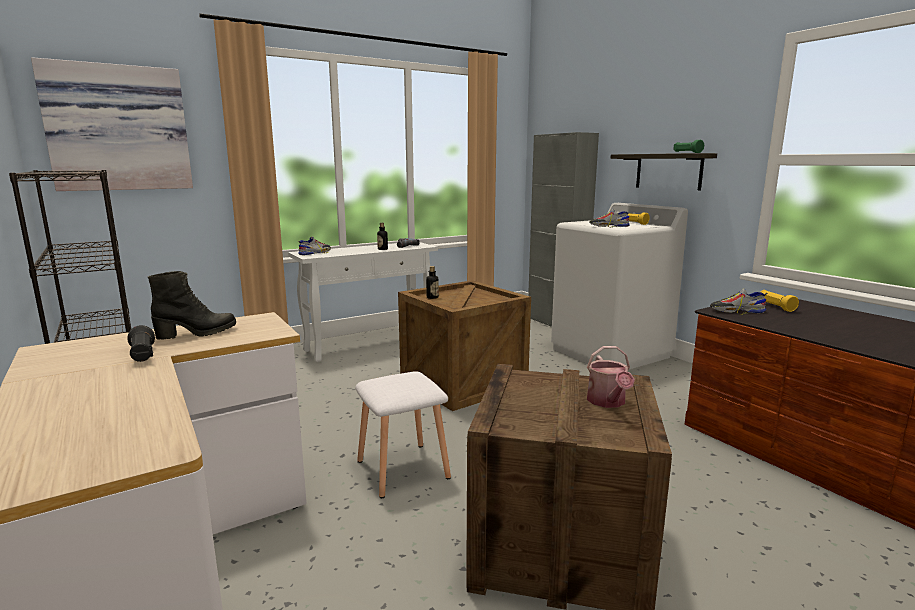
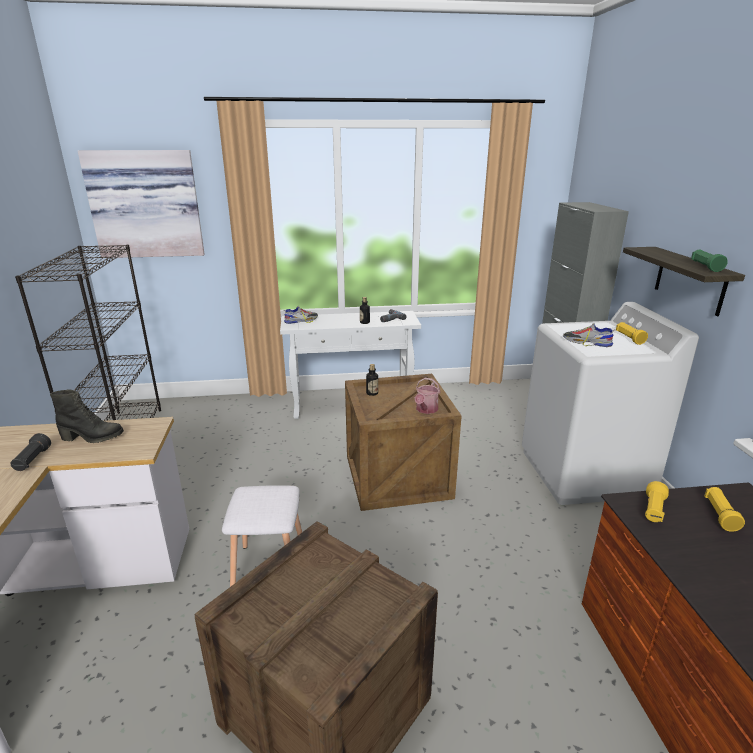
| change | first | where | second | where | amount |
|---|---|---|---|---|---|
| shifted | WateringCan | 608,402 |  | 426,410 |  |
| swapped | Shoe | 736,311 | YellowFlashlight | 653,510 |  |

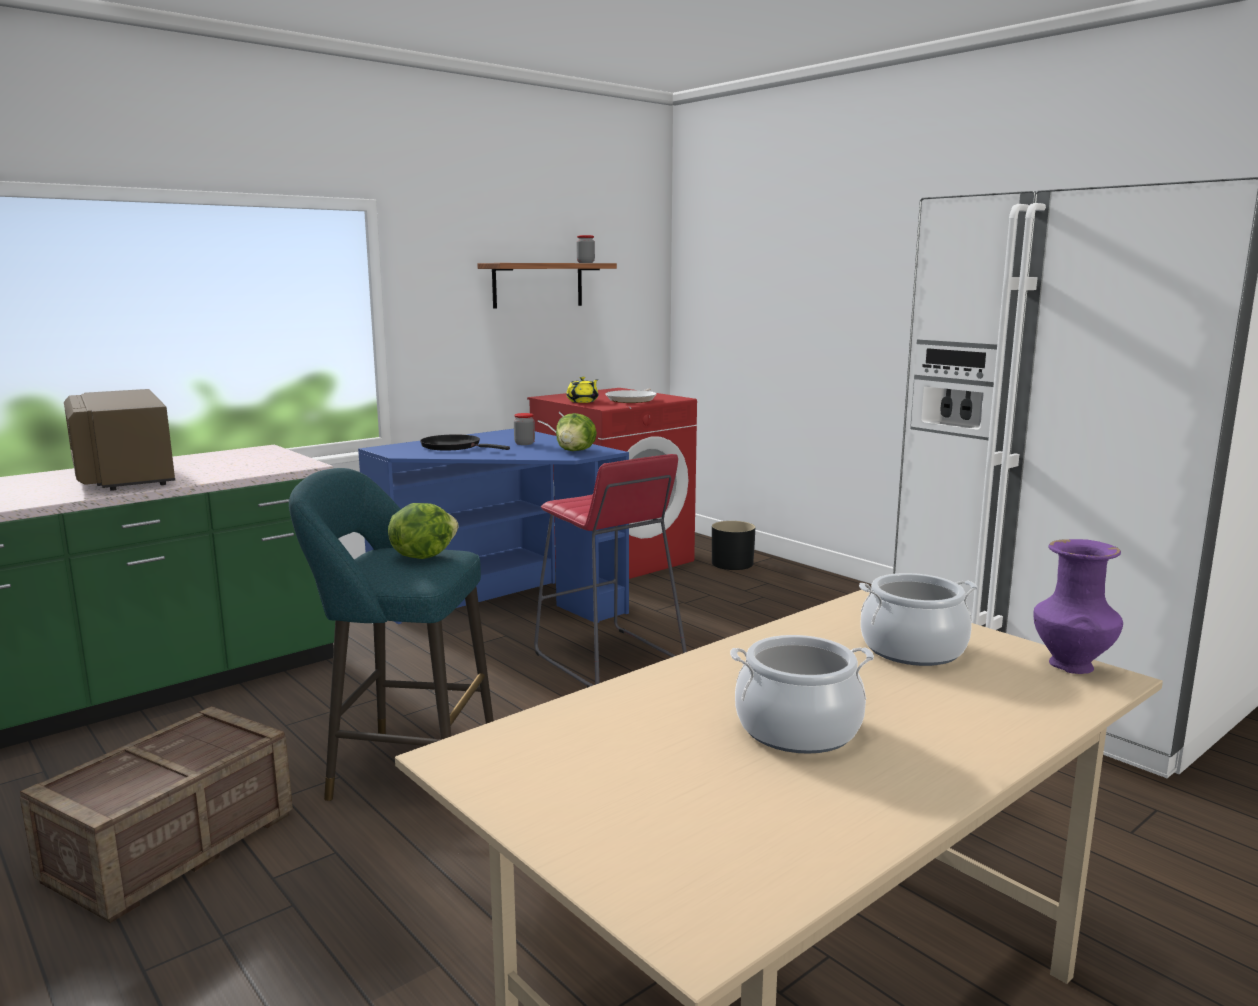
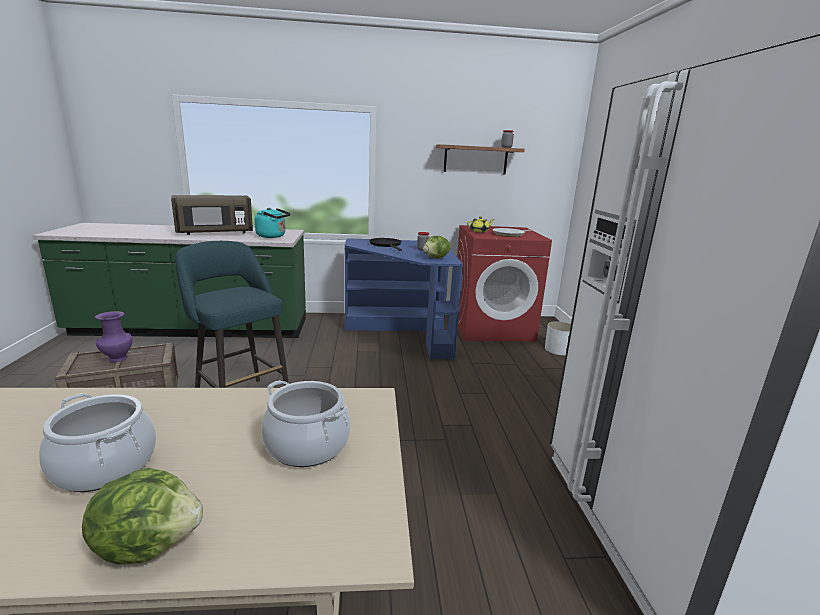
| change | first | where | second | where | amount |
|---|---|---|---|---|---|
| rotated | BrownMicrowave | 123,476 |  | 214,233 | 120 degrees counterclockwise |
| shifted | Lettuce | 422,556 |  | 149,543 |  |
| gone | RedStool | 608,659 |  |  |  |
| repainted | BlackPlanter | 732,564 | WhitePlanter | 558,350 |  |
| shifted | PurpleVase | 1072,667 |  | 117,359 |  |
| new |  |  | TurquoiseKettle | 273,236 |  |

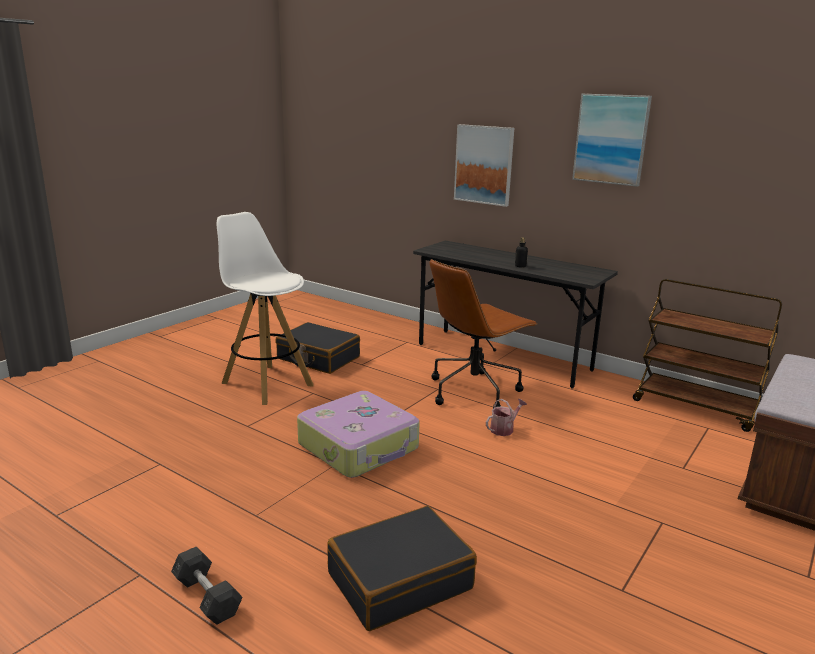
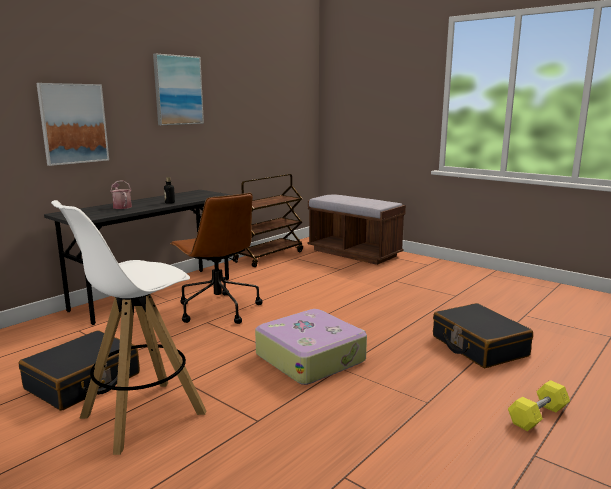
| change | first | where | second | where | amount |
|---|---|---|---|---|---|
| repainted | GreyDumbbell | 207,597 | YellowDumbbell | 537,416 |  |
| shifted | WateringCan | 504,429 |  | 121,206 |  |

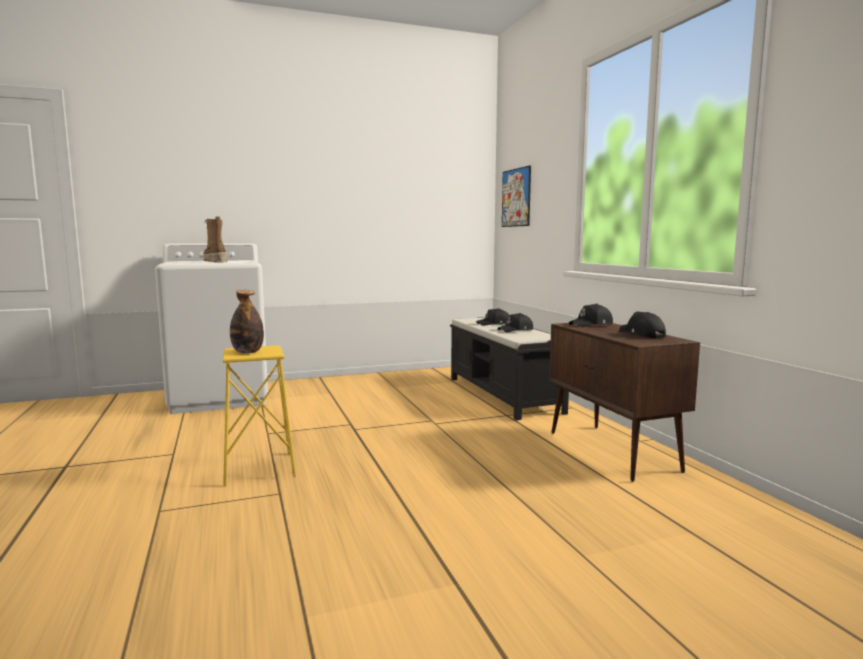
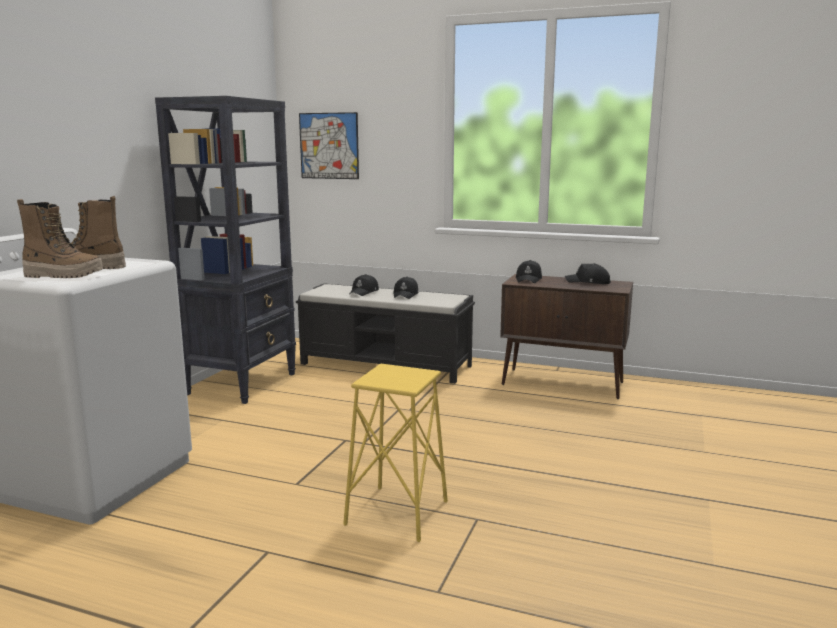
| change | first | where | second | where | amount |
|---|---|---|---|---|---|
| gone | Bottle | 247,352 |  |  |  |
| new |  |  | Boot | 64,276 |  |
| new |  |  | BlackBookcase | 242,383 |  |

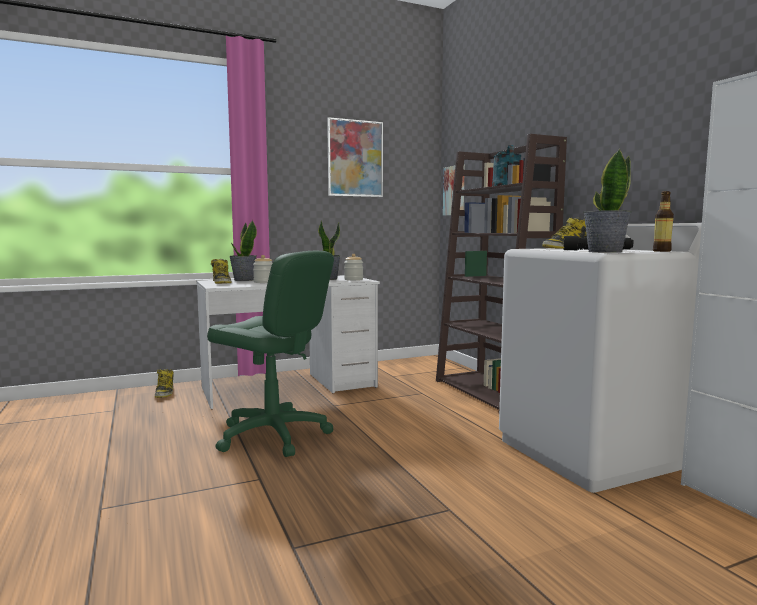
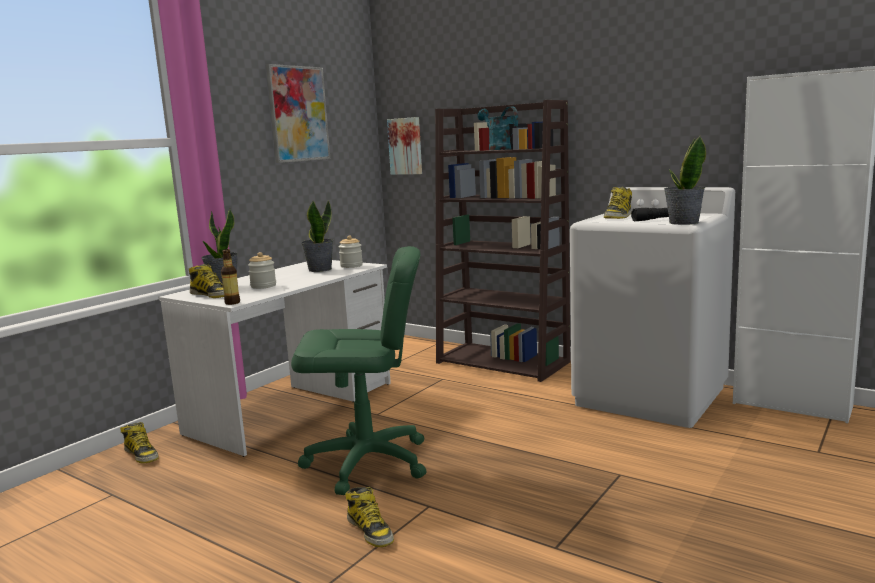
| change | first | where | second | where | amount |
|---|---|---|---|---|---|
| shifted | Bottle | 661,251 |  | 232,303 |  |
| new |  |  | Boot | 370,530 |  |

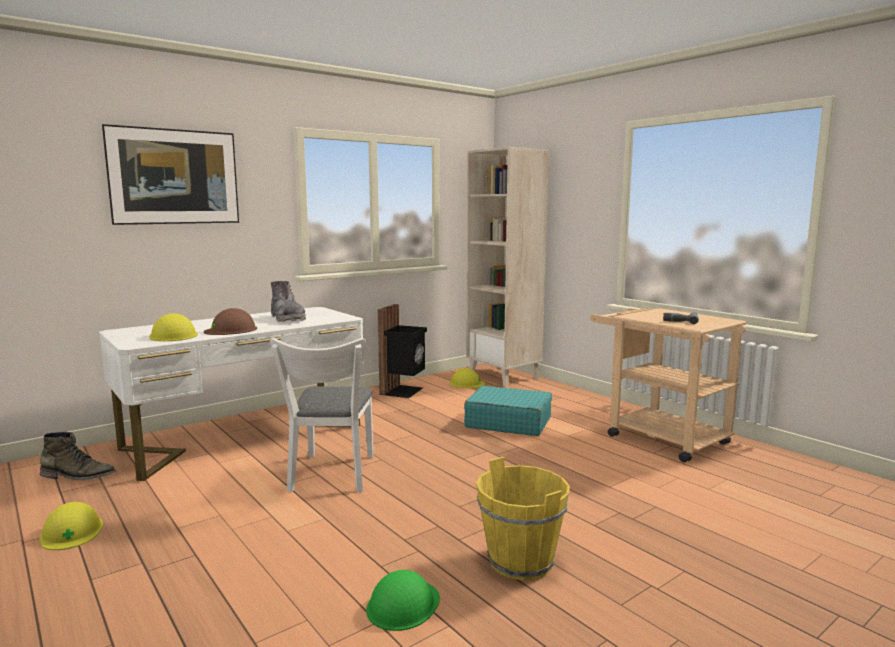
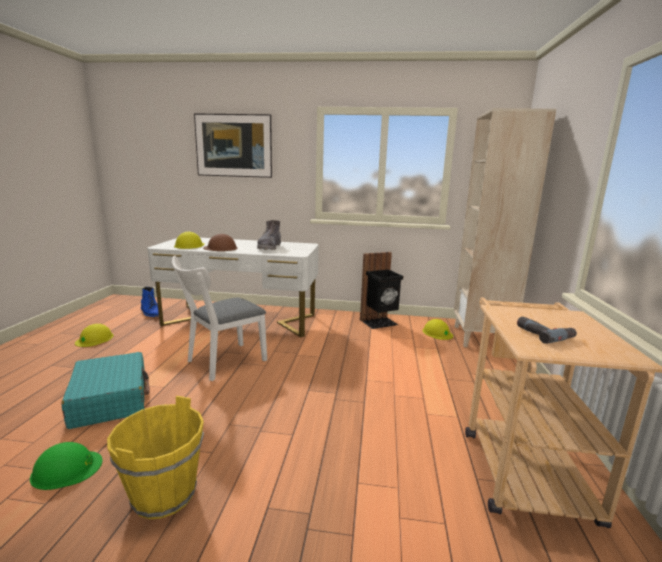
| change | first | where | second | where | amount |
|---|---|---|---|---|---|
| repainted | GreenBoot | 78,476 | BlueBoot | 151,313 |  |
| shifted | TurquoiseSuitcase | 508,422 |  | 110,399 |  |

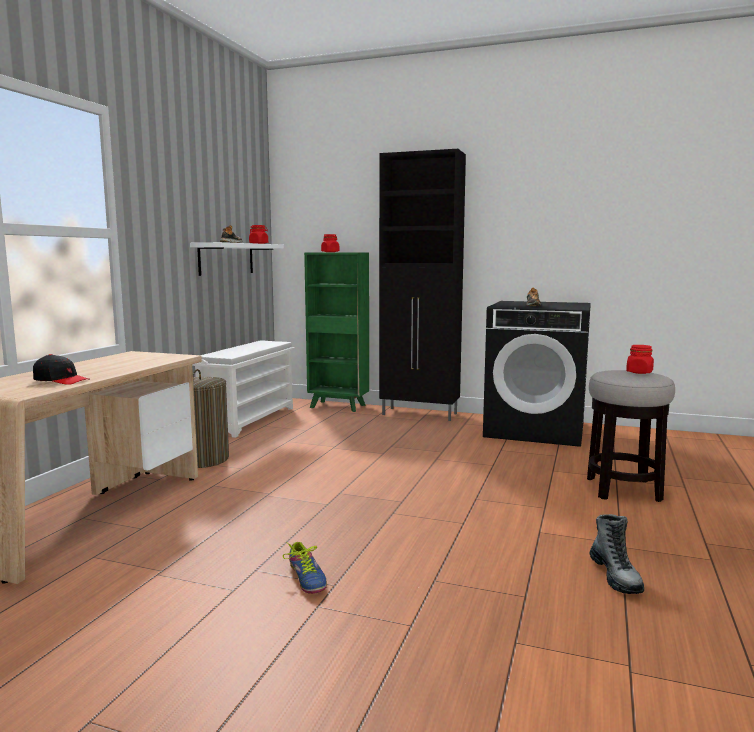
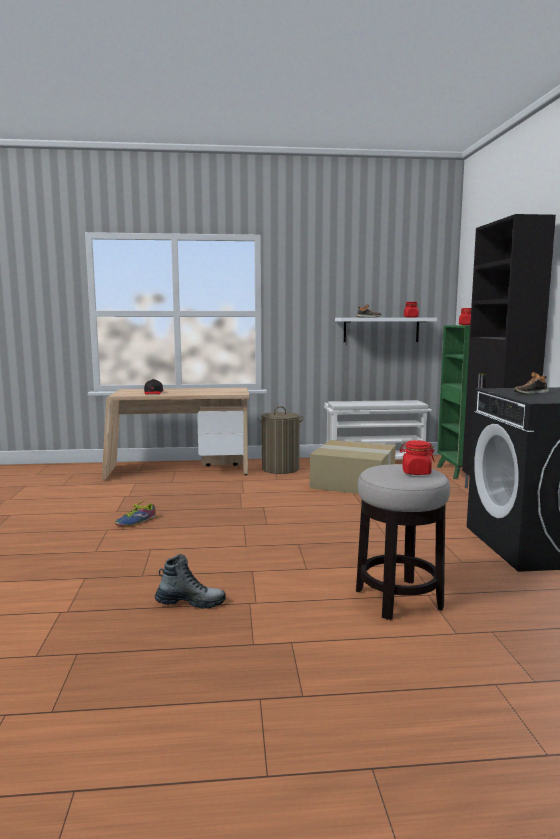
| change | first | where | second | where | amount |
|---|---|---|---|---|---|
| rotated | Boot | 616,576 |  | 190,603 | 150 degrees counterclockwise |
| new |  |  | CardboardBox | 354,482 |  |

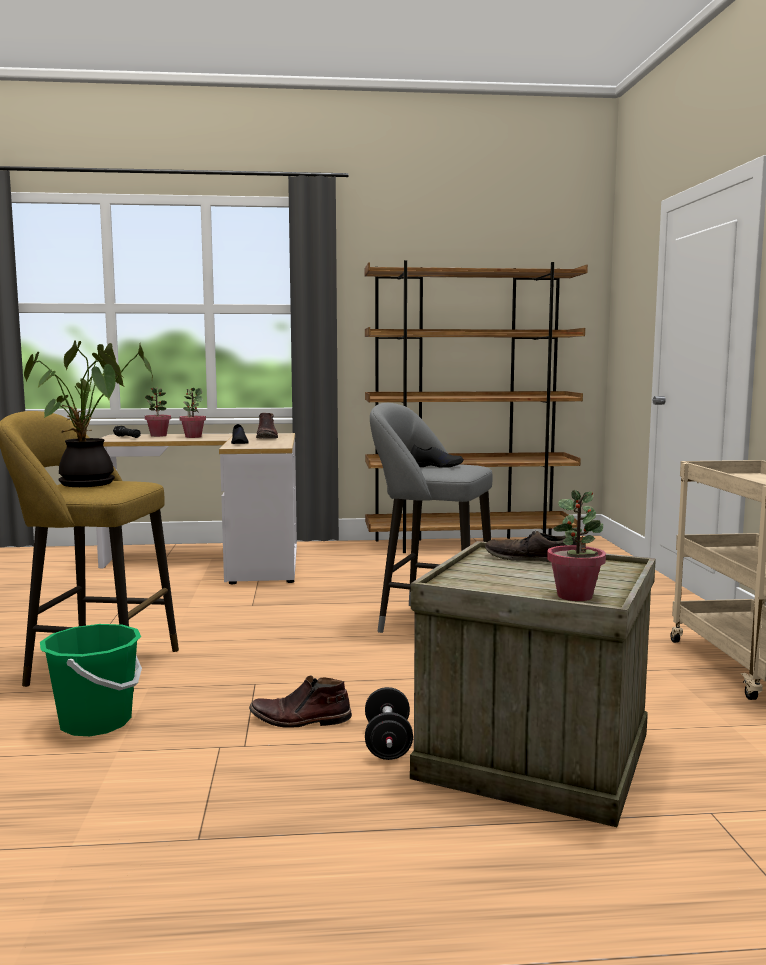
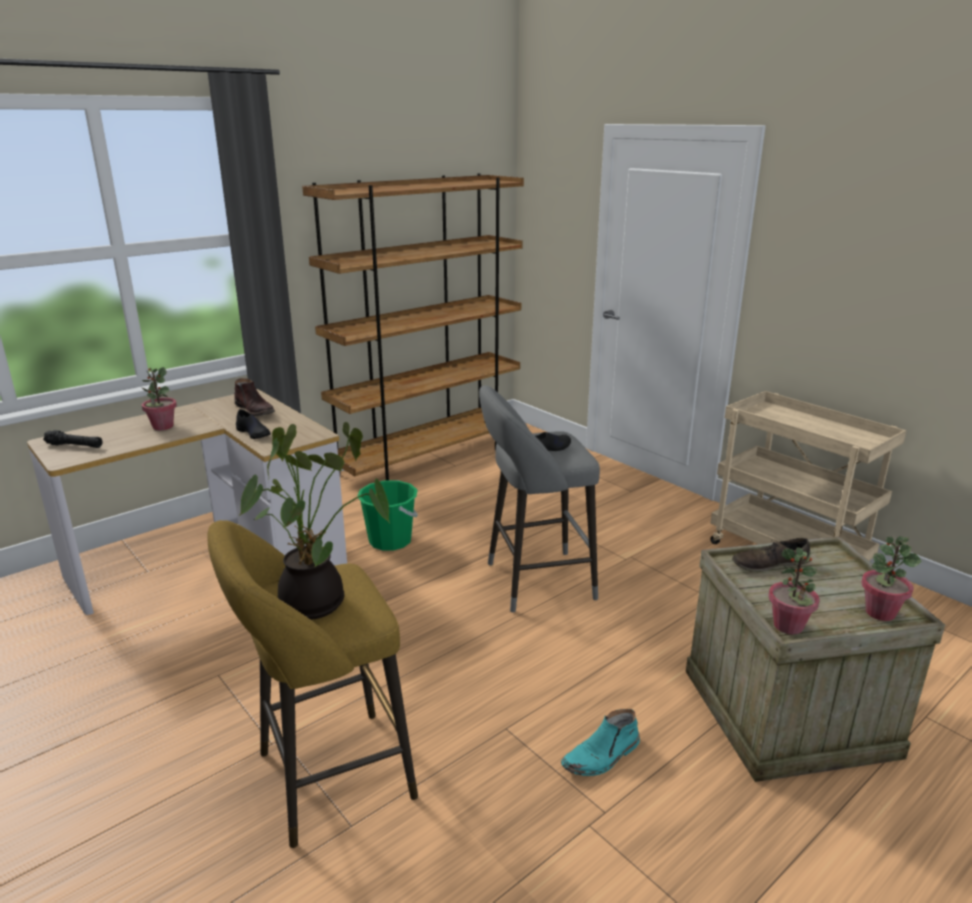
| change | first | where | second | where | amount |
|---|---|---|---|---|---|
| shifted | GreenBucket | 96,722 |  | 390,541 |  |
| shifted | PottedPlant | 158,435 |  | 788,626 |  |
| repainted | BrownBoot | 300,720 | TurquoiseBoot | 602,756 |  |
| gone | BlackDumbbell | 388,744 |  |  |  |

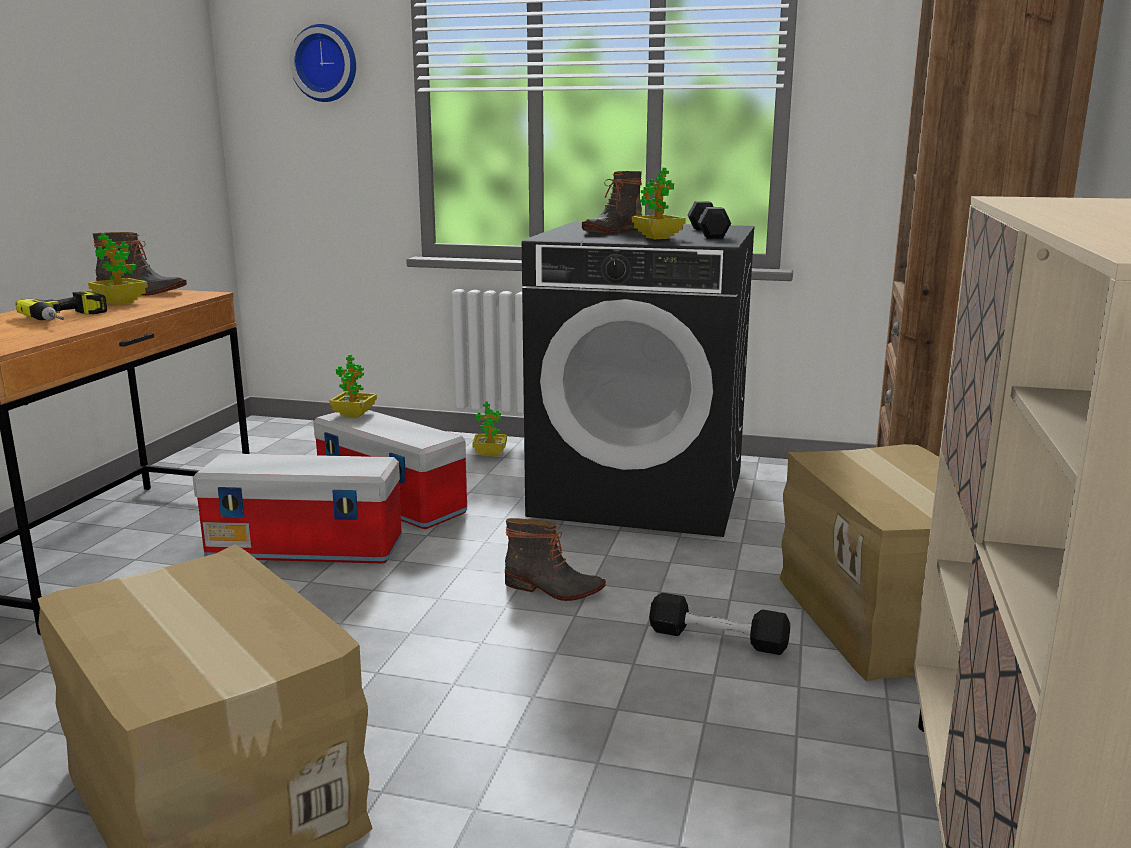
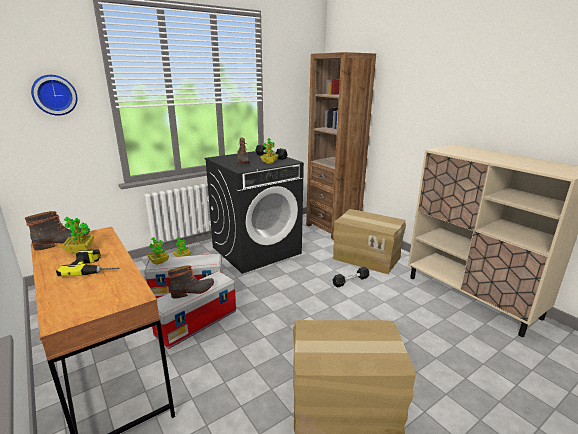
| change | first | where | second | where | amount |
|---|---|---|---|---|---|
| shifted | Boot | 553,589 |  | 193,291 |  |

